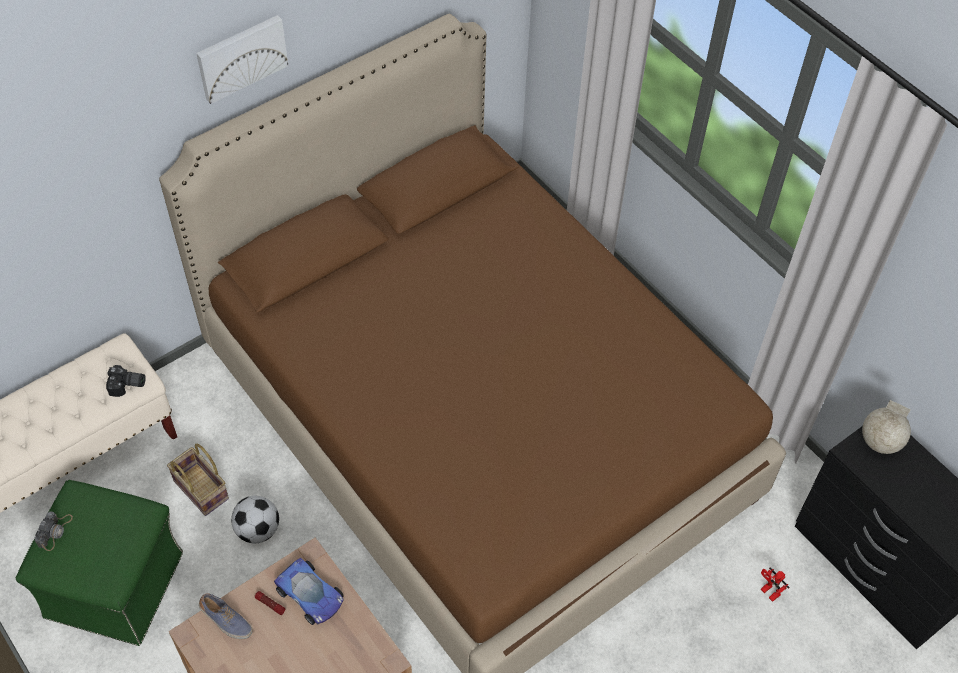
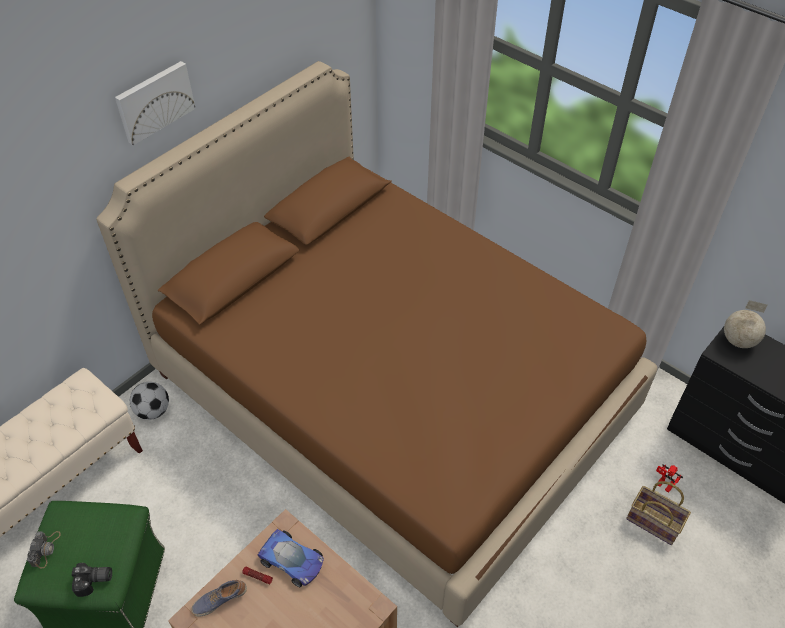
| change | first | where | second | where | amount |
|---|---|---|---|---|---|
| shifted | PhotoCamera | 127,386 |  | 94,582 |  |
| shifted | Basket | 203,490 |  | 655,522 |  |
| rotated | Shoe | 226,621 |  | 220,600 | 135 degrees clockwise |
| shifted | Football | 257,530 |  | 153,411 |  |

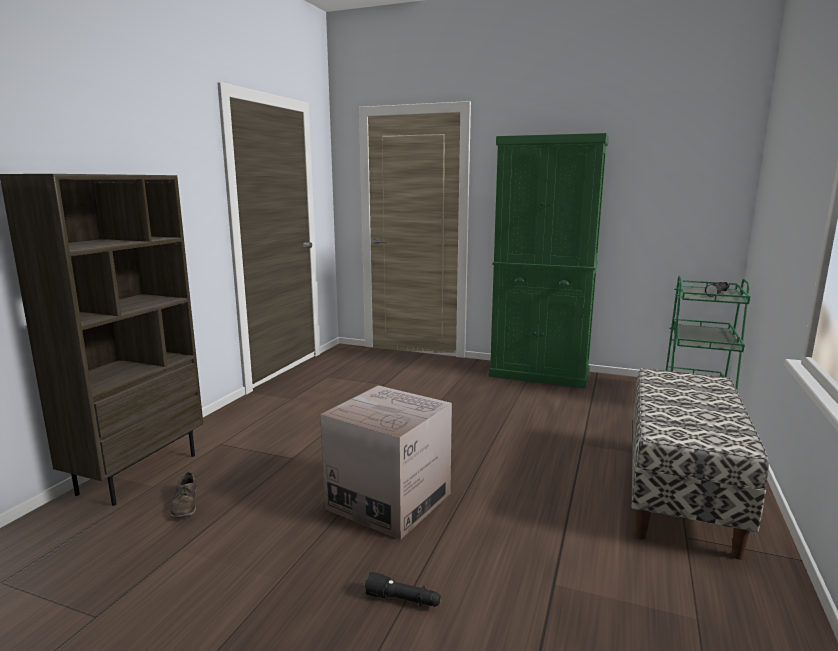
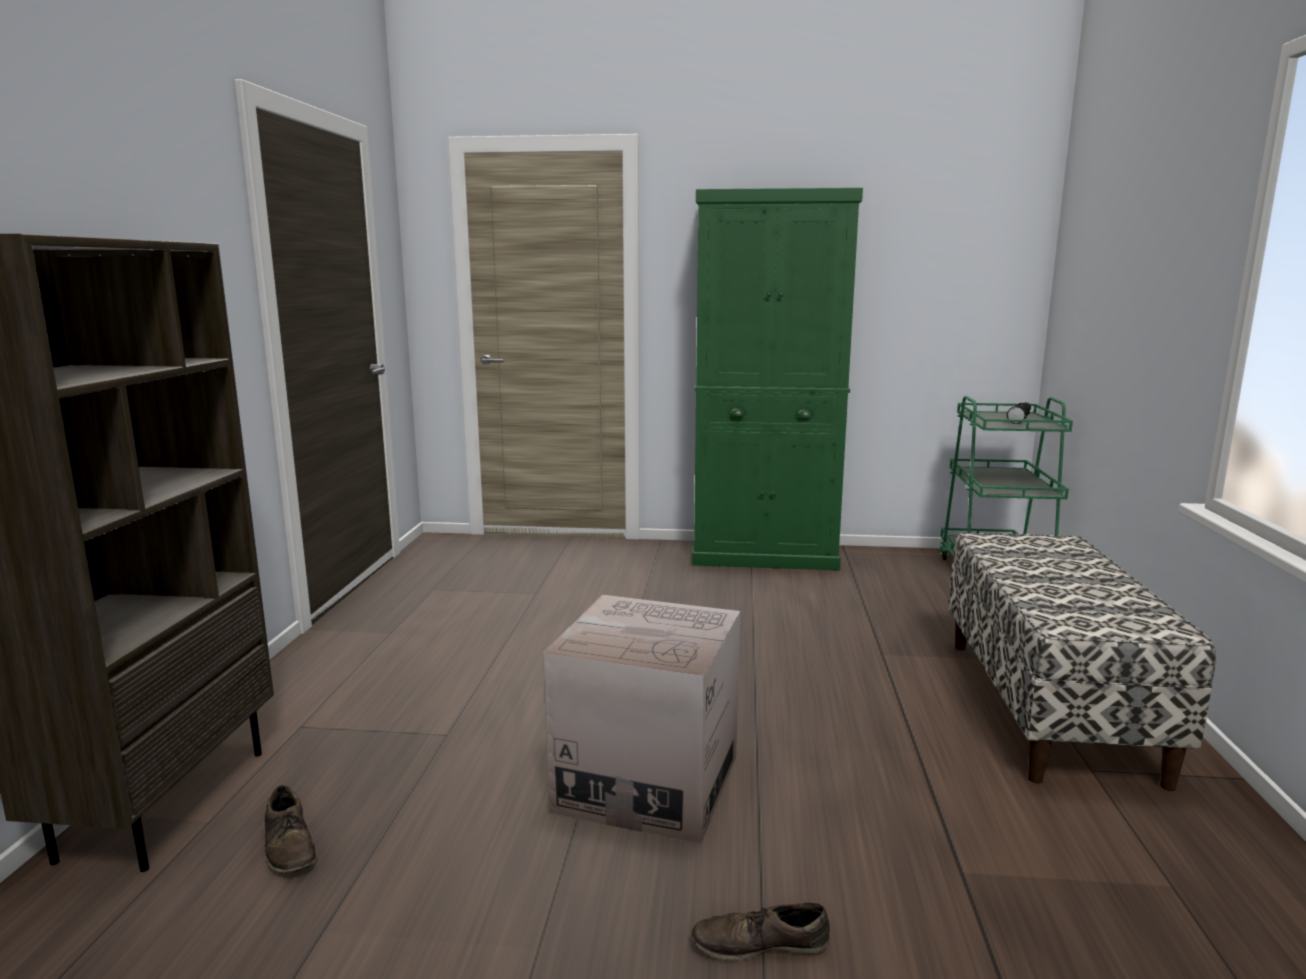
| change | first | where | second | where | amount |
|---|---|---|---|---|---|
| swapped | BlackFlashlight | 403,600 | BrownShoe | 759,943 |  |

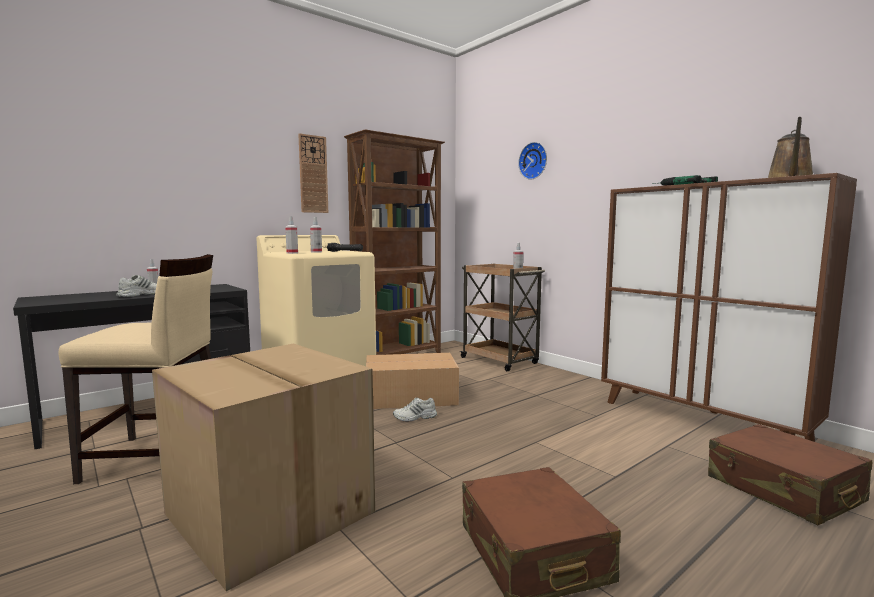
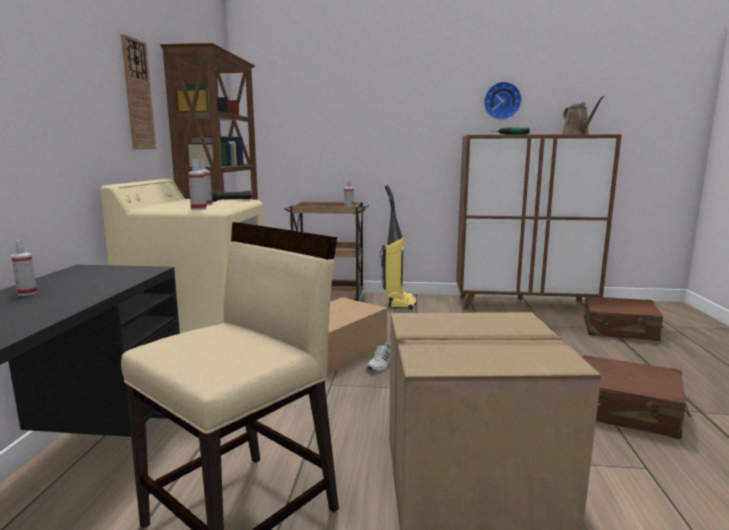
| change | first | where | second | where | amount |
|---|---|---|---|---|---|
| gone | WhiteShoe | 141,294 |  |  |  |
| shifted | WallClock | 534,161 |  | 502,101 |  |
| new |  |  | VacuumCleaner | 399,302 |  |

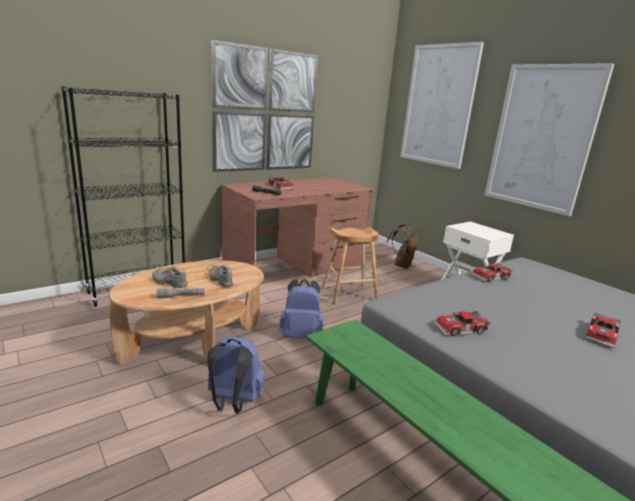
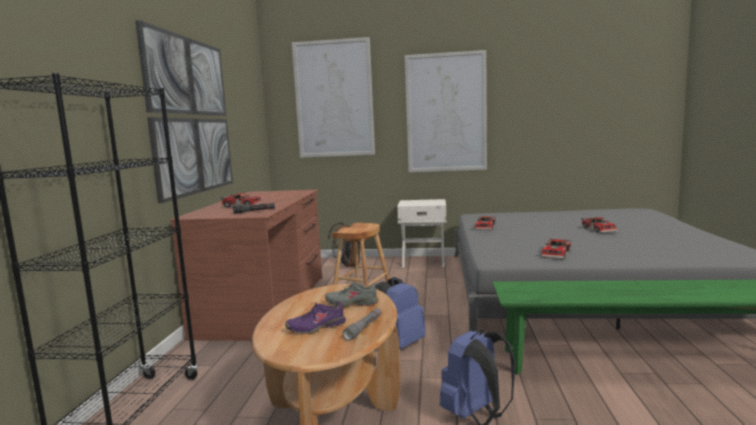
| change | first | where | second | where | amount |
|---|---|---|---|---|---|
| repainted | GreyShoe | 170,283 | PurpleShoe | 316,327 |  |

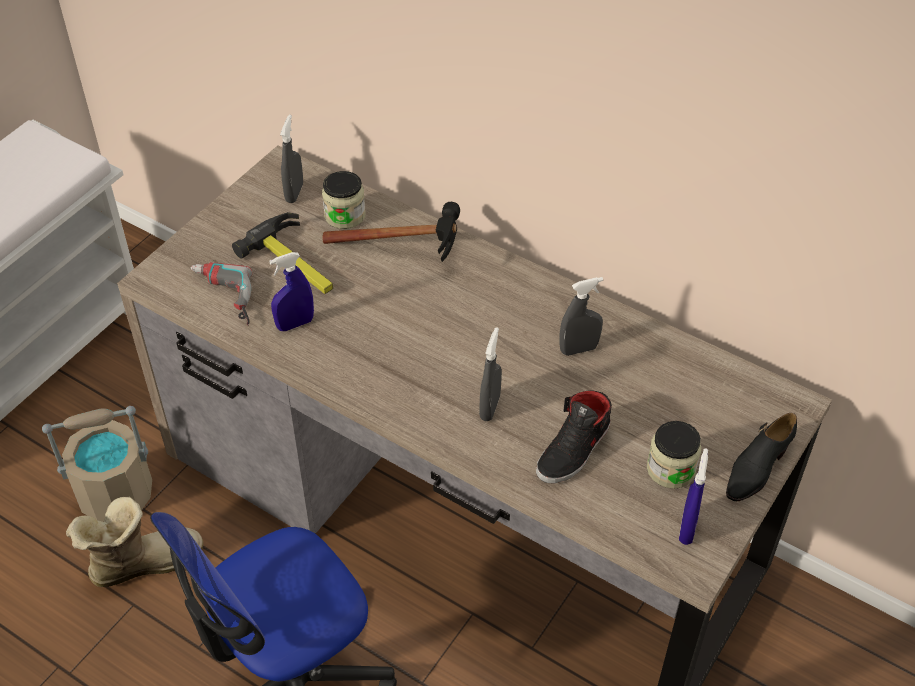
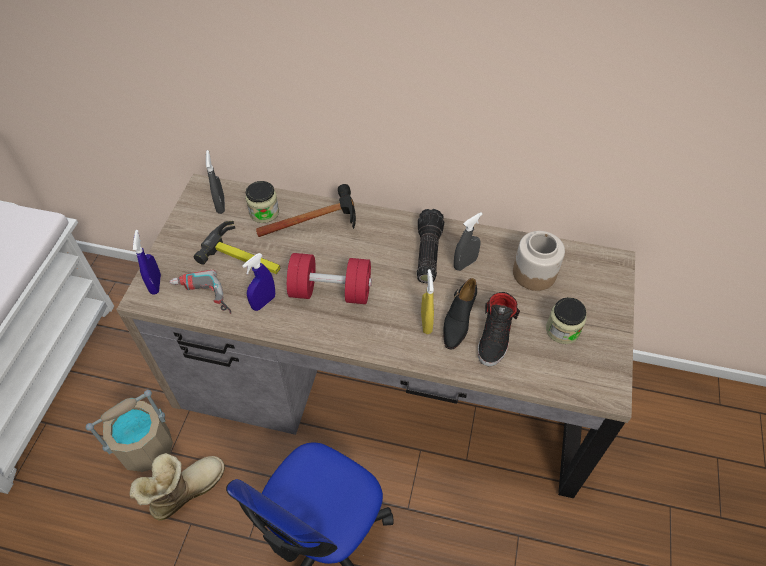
| change | first | where | second | where | amount |
|---|---|---|---|---|---|
| repainted | GreySprayBottle | 490,407 | YellowSprayBottle | 426,323 |  |
| shifted | BlueSprayBottle | 687,528 |  | 155,284 |  |
| shifted | BlackShoe | 756,467 |  | 458,320 |  |
| new |  |  | RedDumbbell | 331,291 |  |
| new |  |  | Flashlight | 426,252 |  |
| new |  |  | Jar | 534,273 |  |

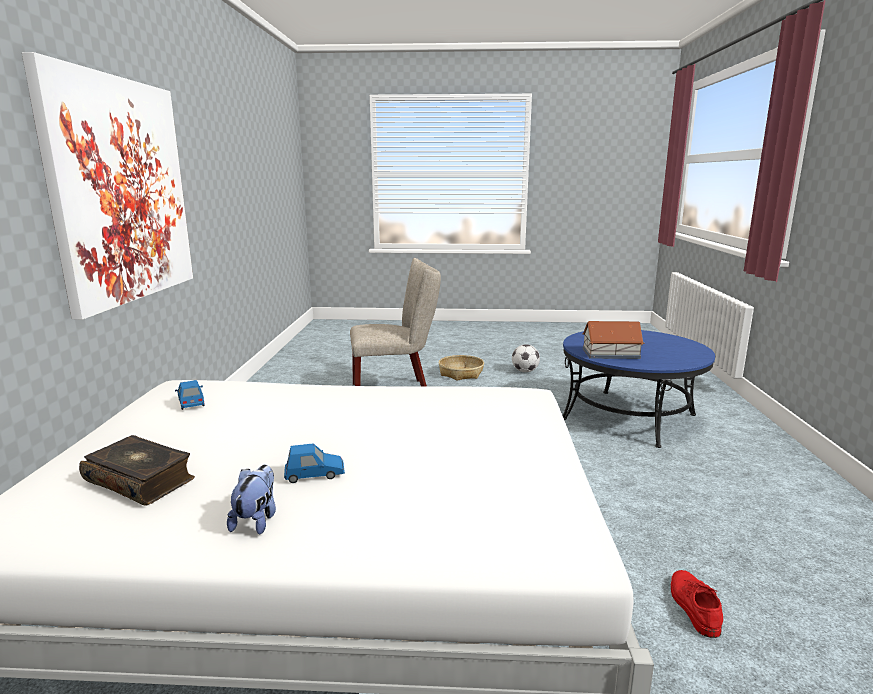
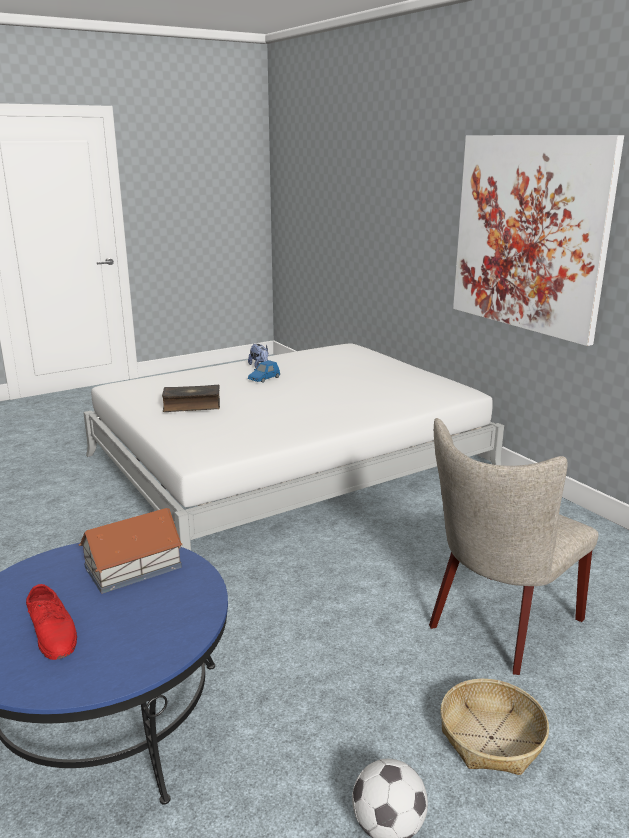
| change | first | where | second | where | amount |
|---|---|---|---|---|---|
| shifted | Book | 141,480 |  | 191,405 |  |
| gone | BlueToyCar | 191,402 |  |  |  |
| shifted | RedShoe | 693,605 |  | 53,631 |  |

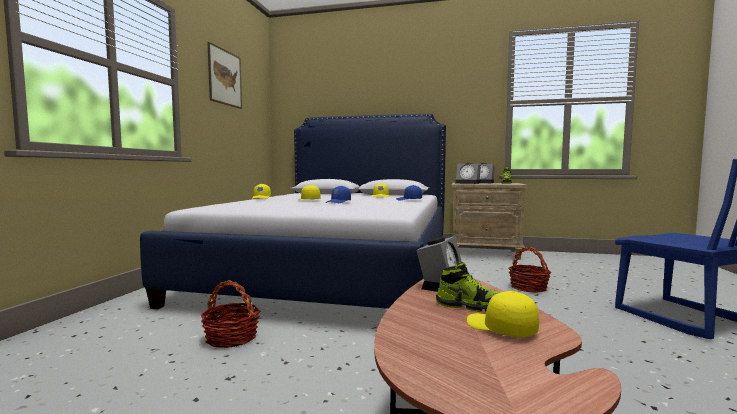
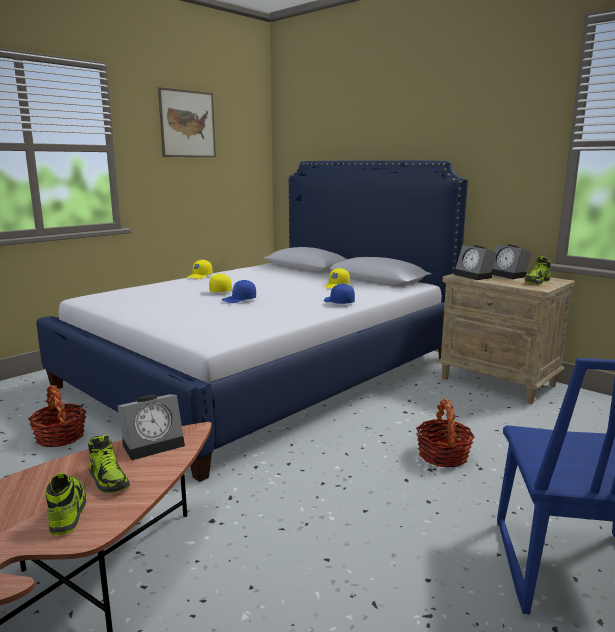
| change | first | where | second | where | amount |
|---|---|---|---|---|---|
| swapped | YellowCap | 500,328 | Shoe | 67,513 |  |

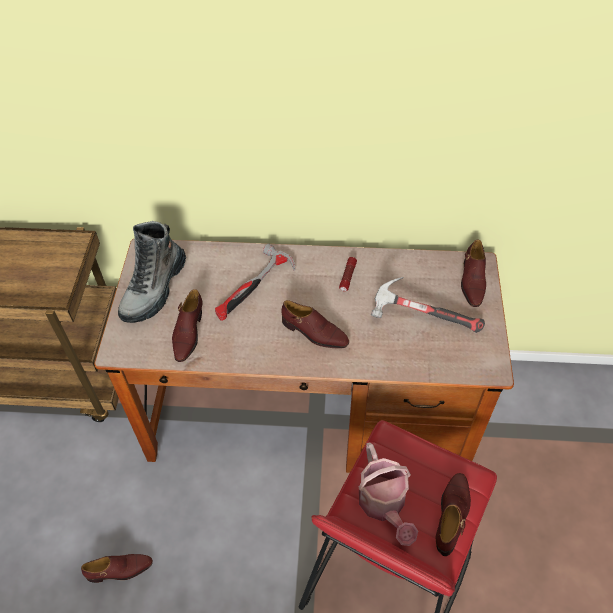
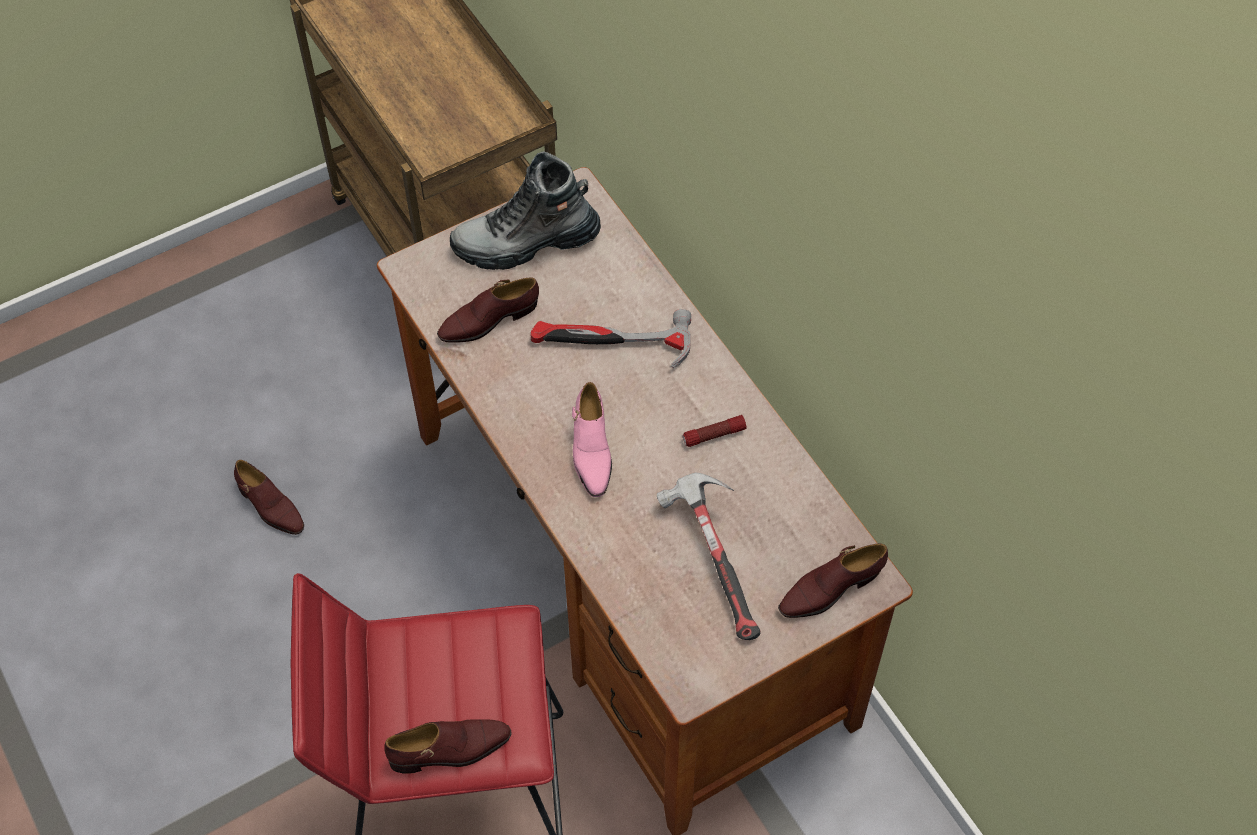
| change | first | where | second | where | amount |
|---|---|---|---|---|---|
| repainted | BrownShoe | 314,333 | PinkShoe | 591,451 |  |
| gone | WateringCan | 384,505 |  |  |  |

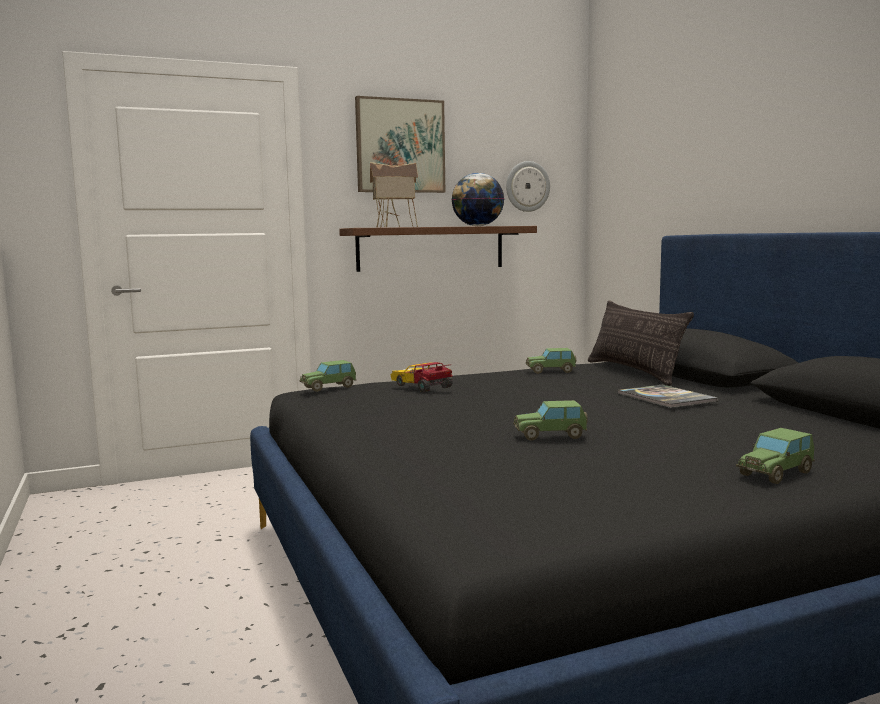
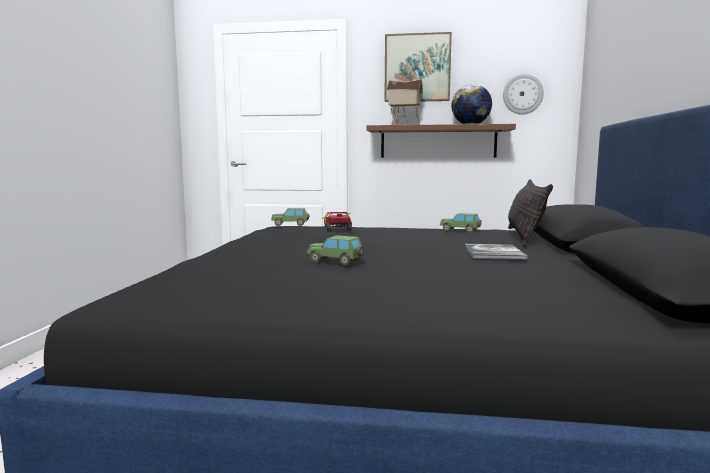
| change | first | where | second | where | amount |
|---|---|---|---|---|---|
| gone | ToyCar | 776,473 |  |  |  |

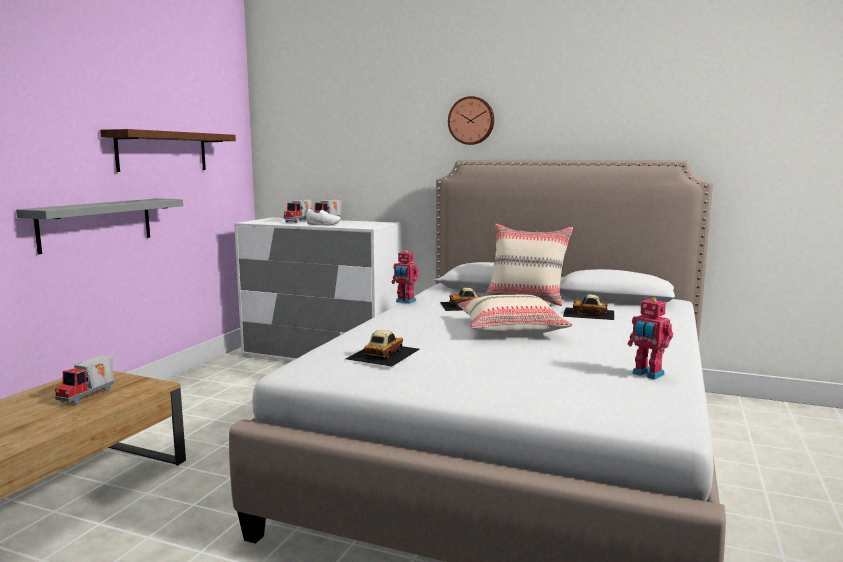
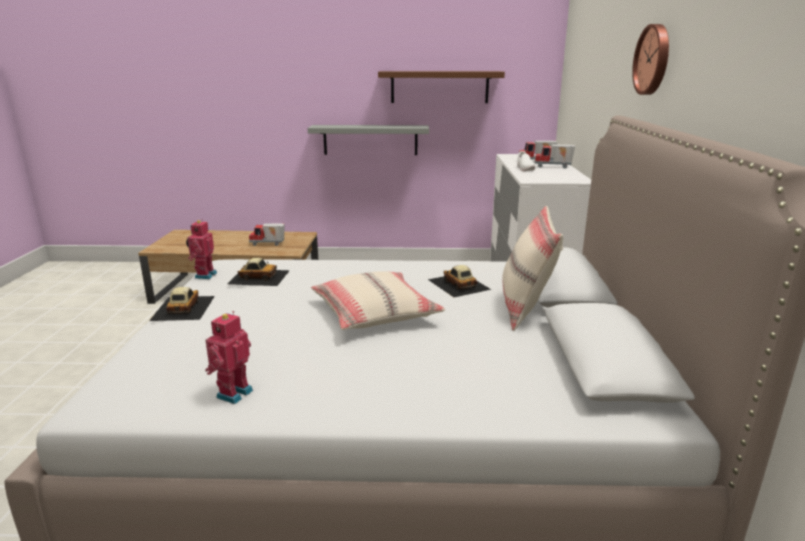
| change | first | where | second | where | amount |
|---|---|---|---|---|---|
| shifted | ToyRobot | 405,301 |  | 204,275 |  |
| shifted | ToyCar | 589,313 |  | 183,308 |  |

